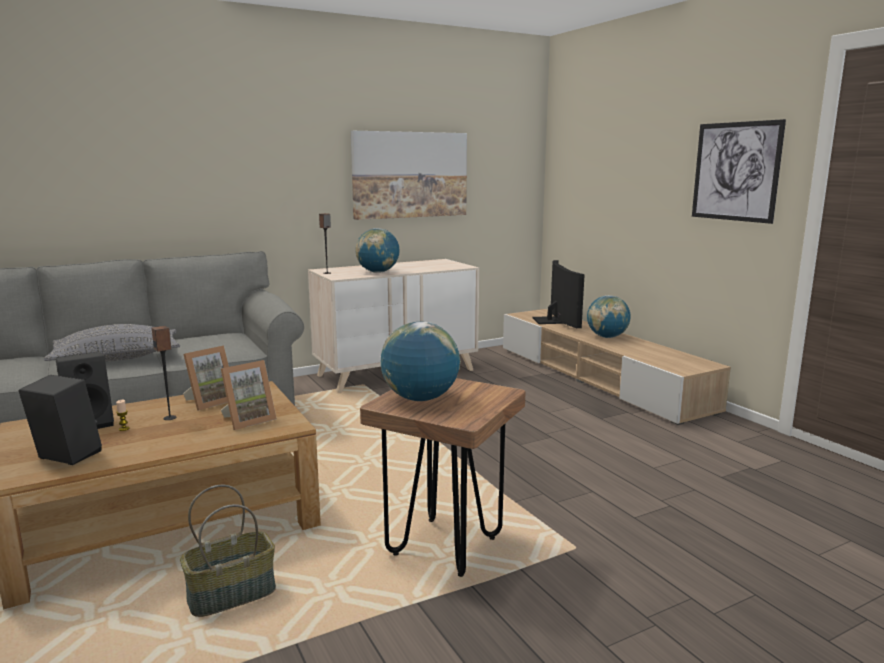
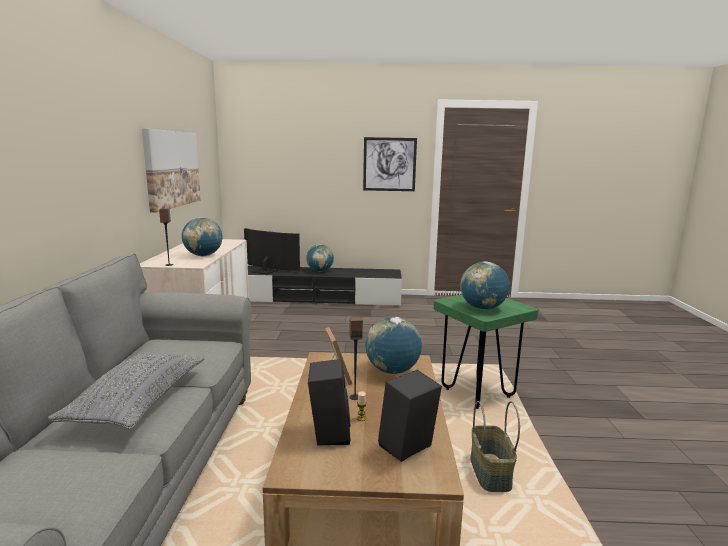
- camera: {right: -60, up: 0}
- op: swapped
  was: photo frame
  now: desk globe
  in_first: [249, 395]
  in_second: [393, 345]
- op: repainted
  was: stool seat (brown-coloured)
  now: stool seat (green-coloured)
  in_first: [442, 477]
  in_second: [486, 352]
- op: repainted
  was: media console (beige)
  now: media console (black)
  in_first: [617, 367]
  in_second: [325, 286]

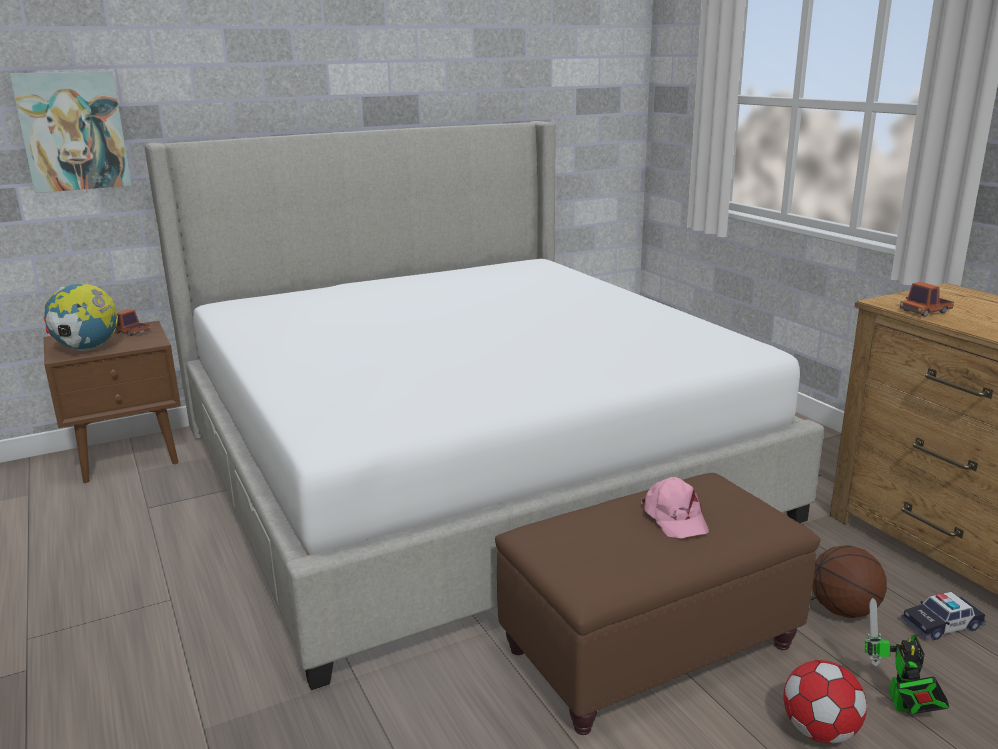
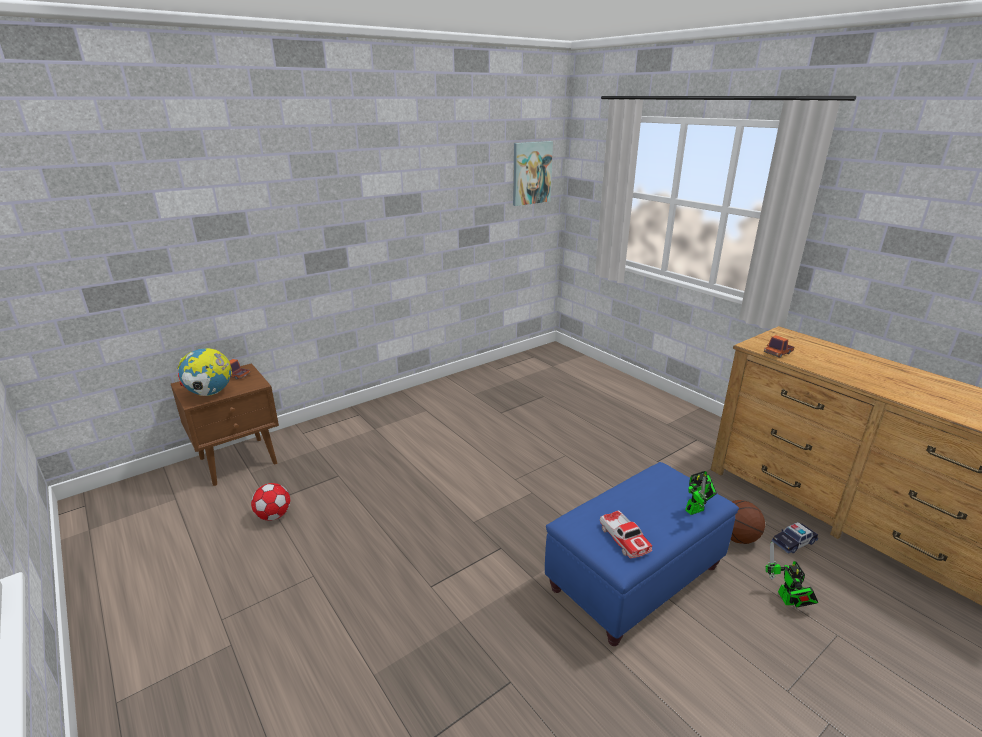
- camera: {right: -10, up: 5}
- op: shifted
  was: wall art
  in_first: [71, 132]
  in_second: [533, 173]
- op: gone
  was: sleeping bed
  in_first: [484, 405]
- op: repainted
  was: pouffe (brown-coloured)
  now: pouffe (bluish)
  in_first: [658, 604]
  in_second: [642, 554]
- op: gone
  was: cap (pinkish)
  in_first: [675, 507]
- op: shifted
  was: football ball
  in_first: [825, 701]
  in_second: [270, 502]
- op: new
  now: model car
  in_second: [626, 534]
- op: new
  now: model robot
  in_second: [701, 493]

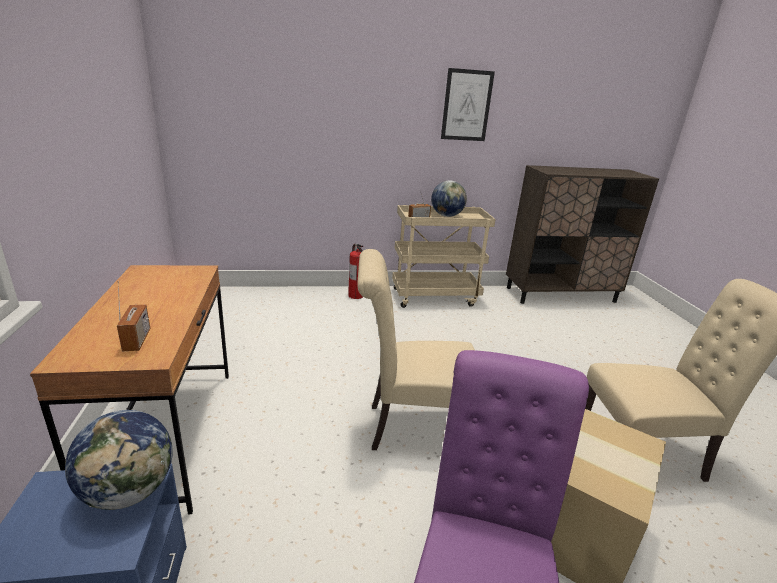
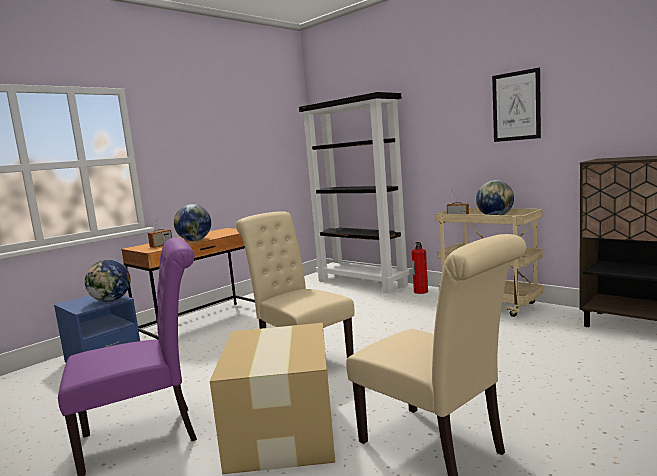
- camera: {right: 55, up: -15}
- op: new
  now: desk globe
  in_second: [192, 222]
- op: new
  now: bookcase (black)
  in_second: [354, 192]

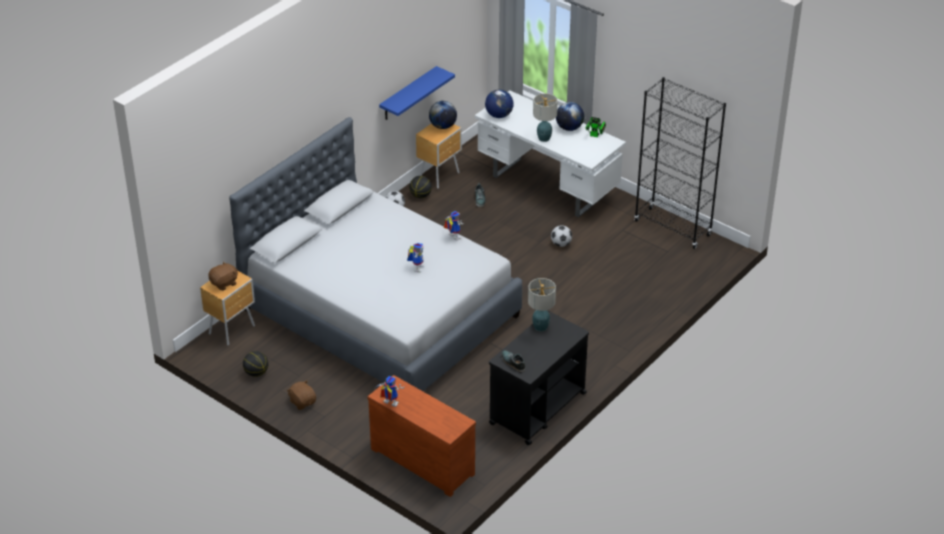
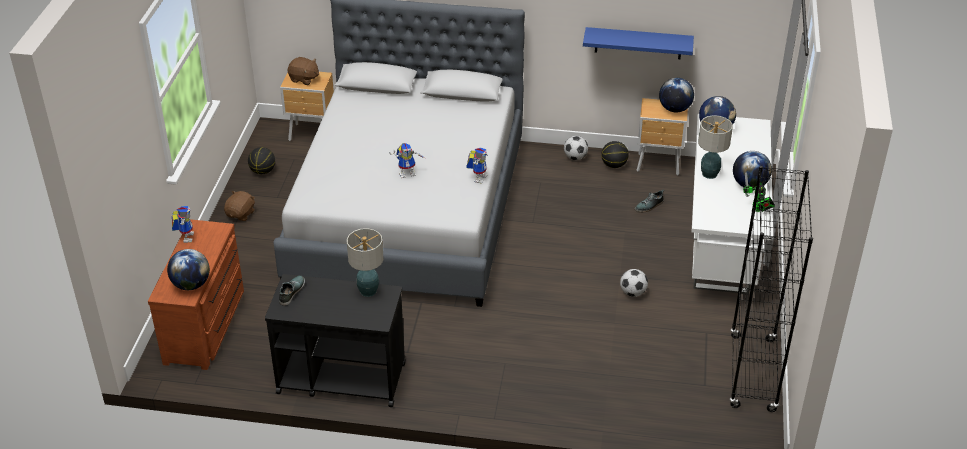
- camera: {right: 60, up: 0}
- op: new
  now: desk globe
  in_second: [188, 269]

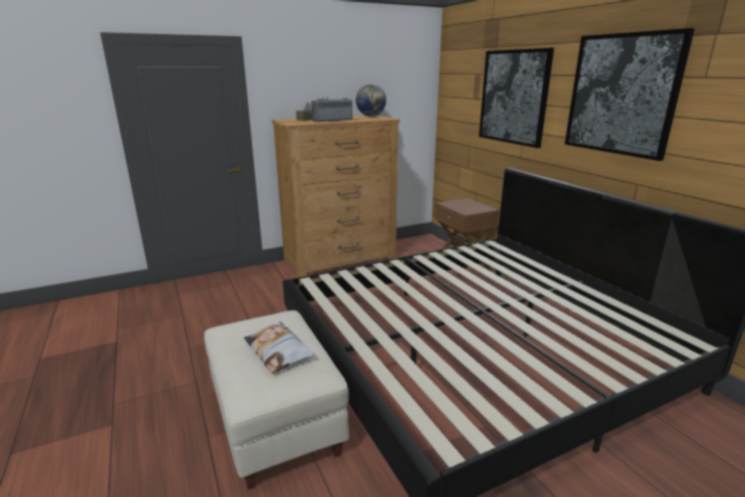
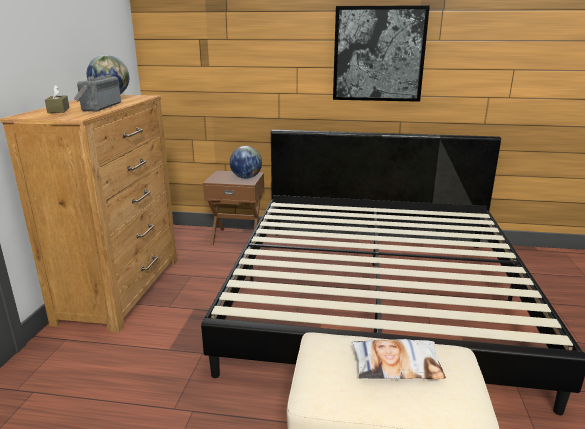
- camera: {right: -55, up: 0}
- op: gone
  was: wall art
  in_first: [516, 98]
- op: new
  now: desk globe
  in_second: [246, 162]

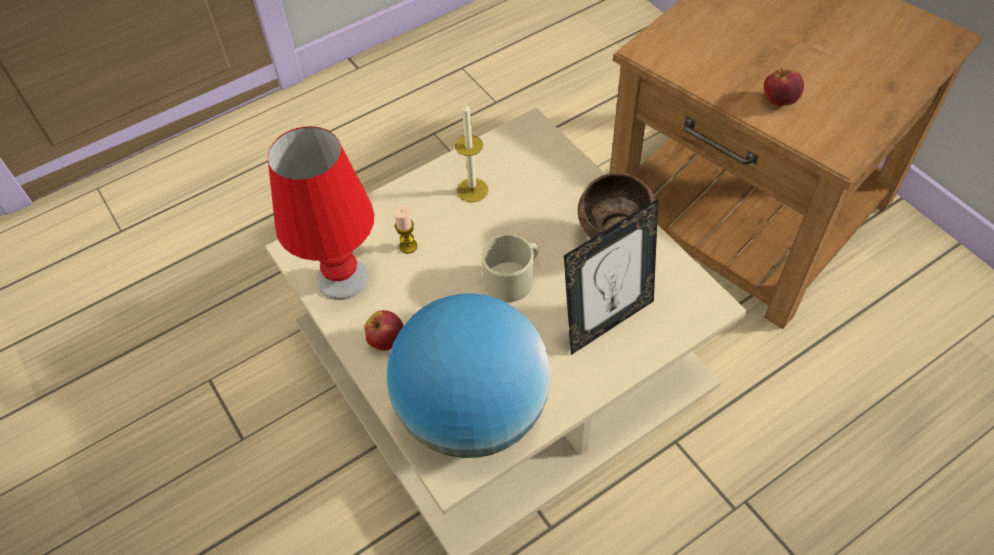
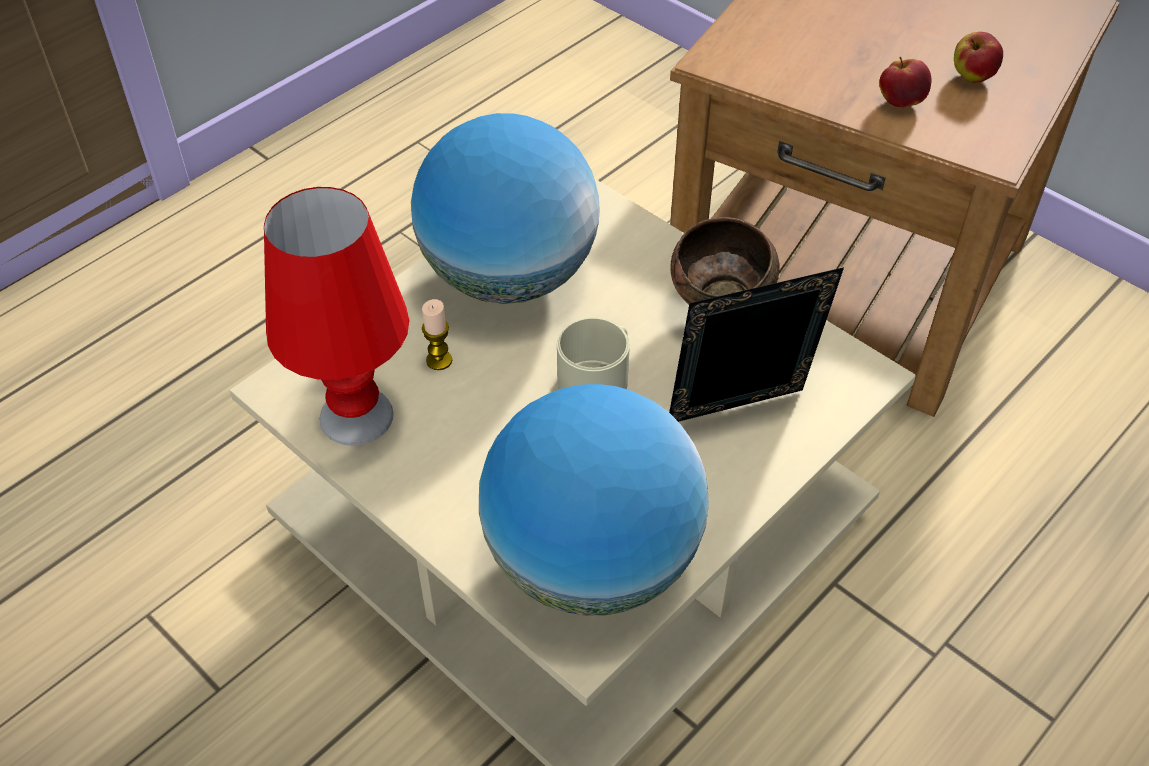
- camera: {right: -15, up: -5}
- op: shifted
  was: apple
  in_first: [383, 330]
  in_second: [978, 57]
- op: swapped
  was: wax candle
  now: desk globe
  in_first: [472, 152]
  in_second: [505, 208]
- op: rotated
  was: photo frame
  in_first: [611, 277]
  in_second: [756, 344]
  clockwise: -150

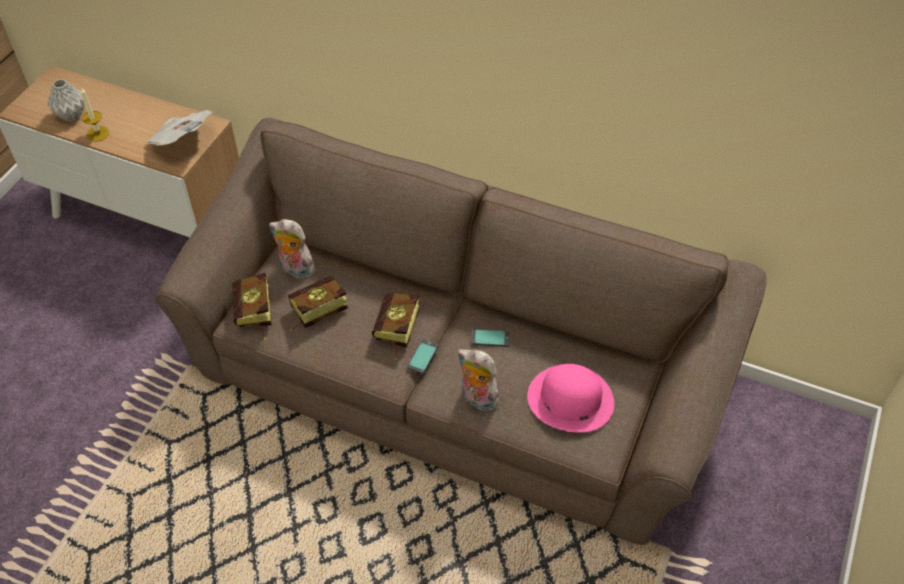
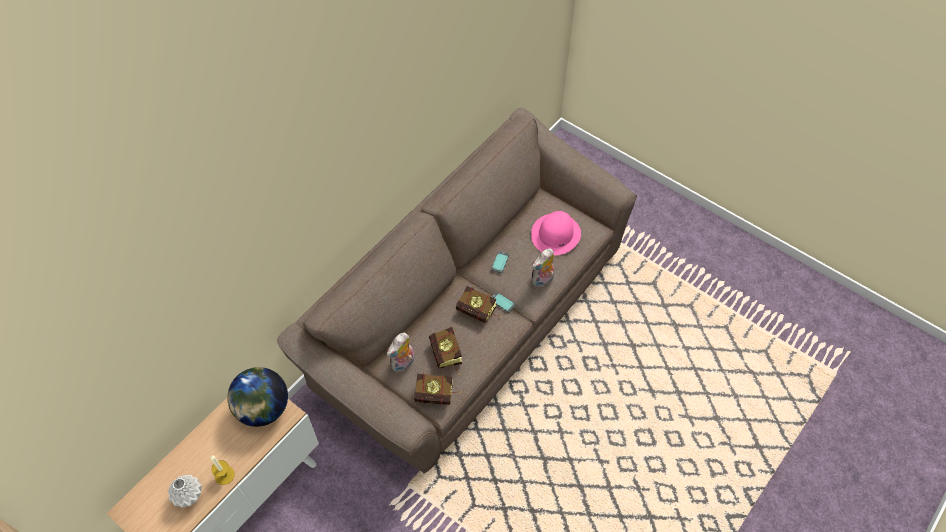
- camera: {right: -75, up: 5}
- op: swapped
  was: newspaper
  now: desk globe
  in_first: [179, 128]
  in_second: [257, 397]

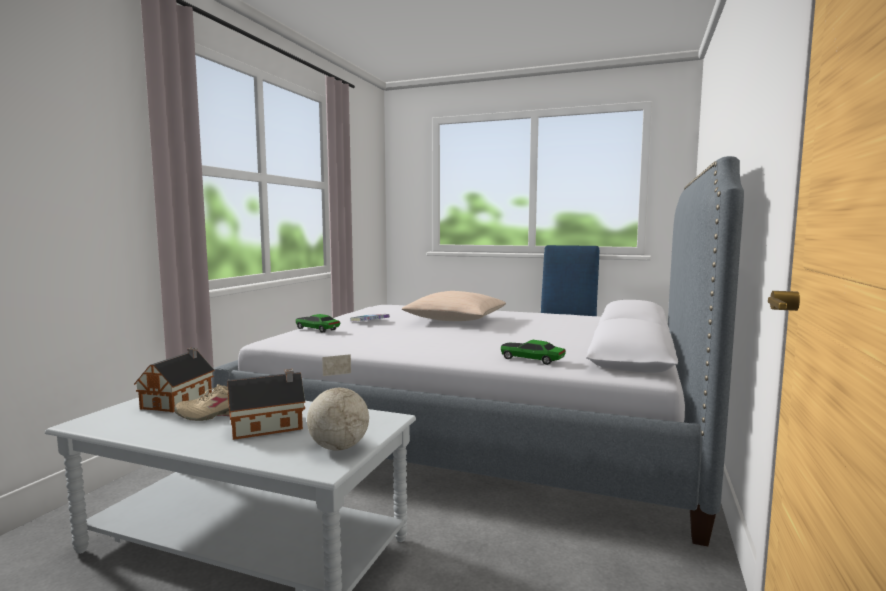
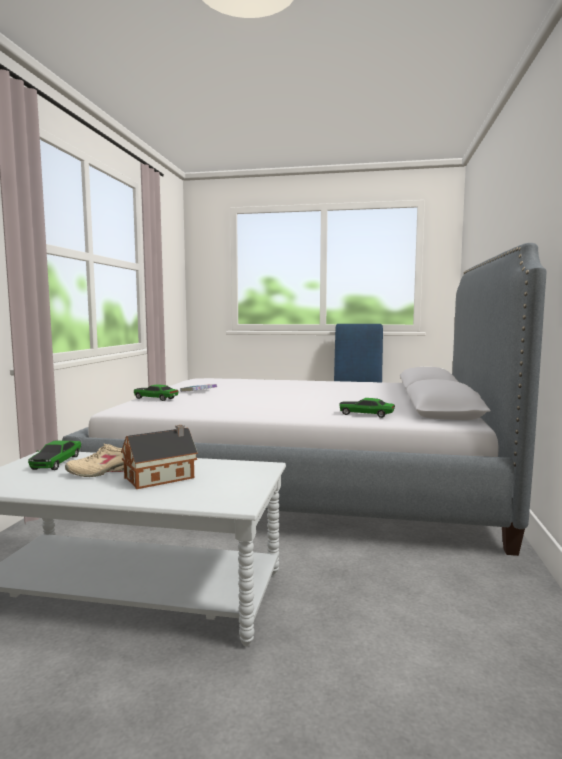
- camera: {right: -10, up: 0}
- op: swapped
  was: miniature house
  now: model car
  in_first: [174, 380]
  in_second: [54, 455]
- op: gone
  was: desk globe
  in_first: [338, 402]
- op: gone
  was: cushion (beige)
  in_first: [454, 306]

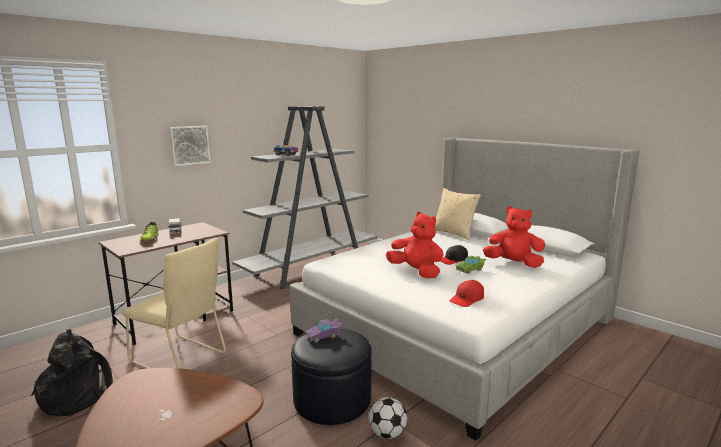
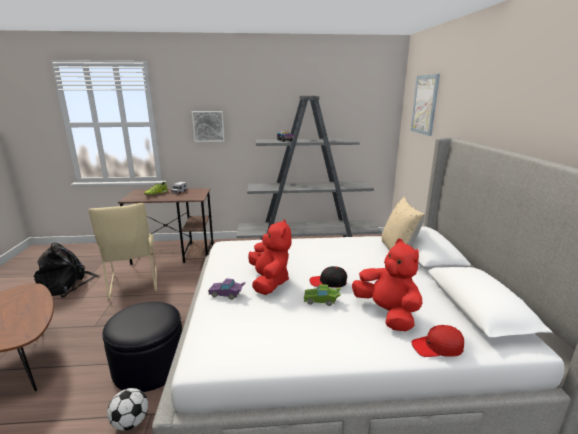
- camera: {right: 40, up: 5}
- op: shifted
  was: model car (purplish)
  in_first: [324, 331]
  in_second: [227, 289]
- op: shifted
  was: cap (red-coloured)
  in_first: [466, 293]
  in_second: [437, 341]
- op: new
  now: wall art
  in_second: [425, 105]

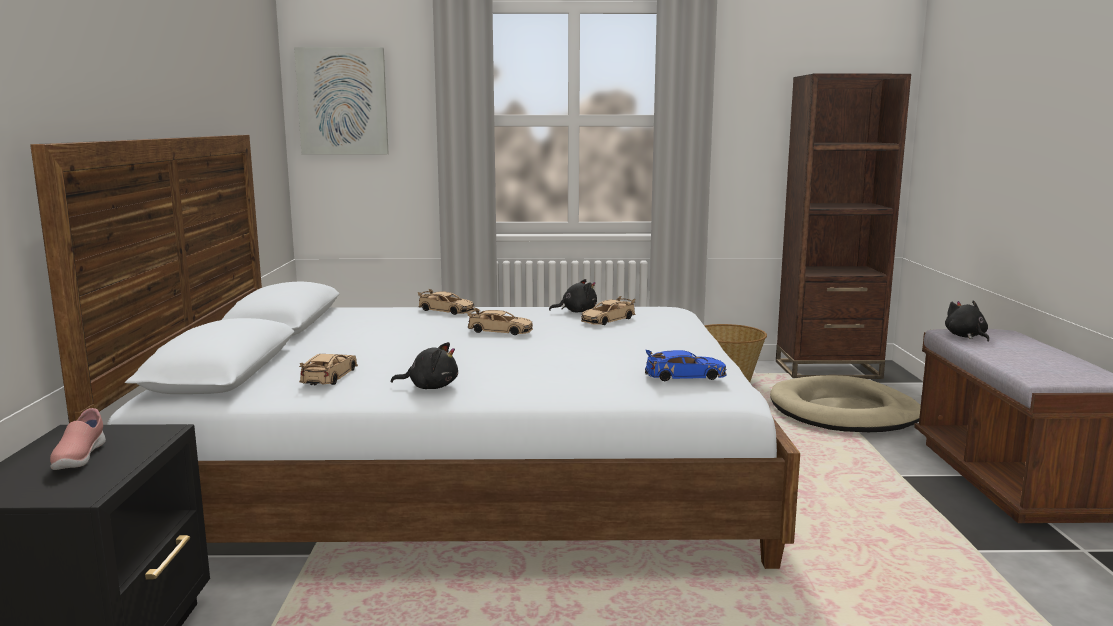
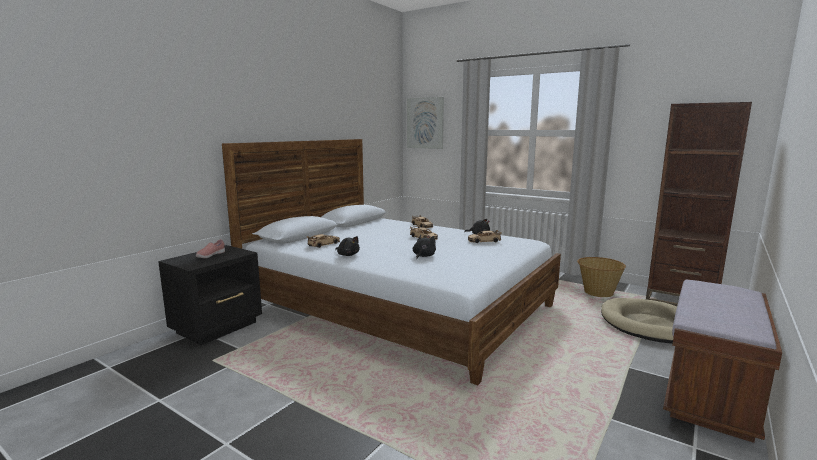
- camera: {right: 35, up: 0}
- op: gone
  was: model car (bluish)
  in_first: [686, 365]
- op: shifted
  was: plush toy (black)
  in_first: [967, 321]
  in_second: [424, 247]

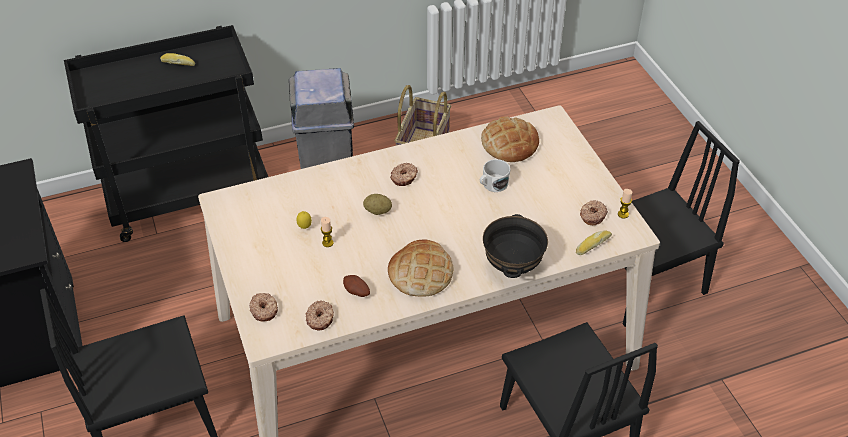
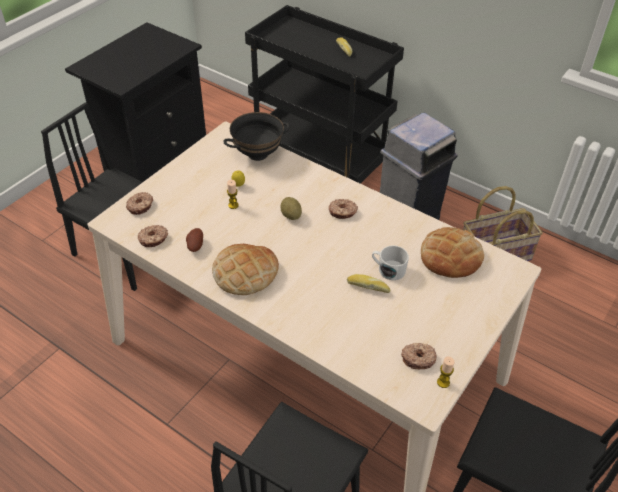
- camera: {right: 55, up: 0}
- op: shifted
  was: bowl (black)
  in_first: [515, 246]
  in_second: [256, 136]
- op: shifted
  was: bakery bread
  in_first: [594, 242]
  in_second: [368, 283]

